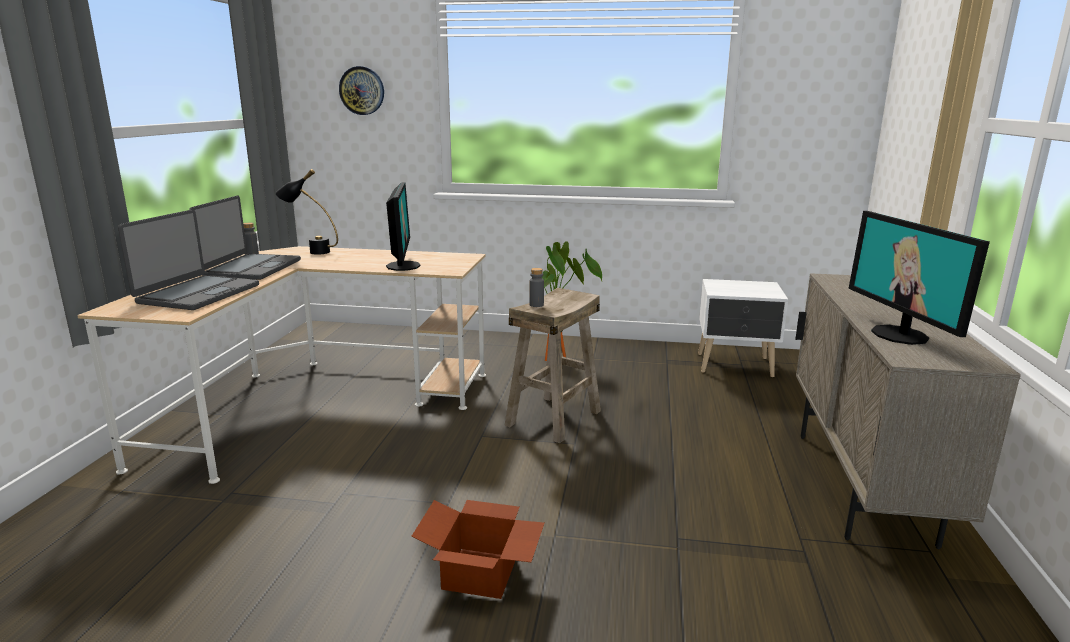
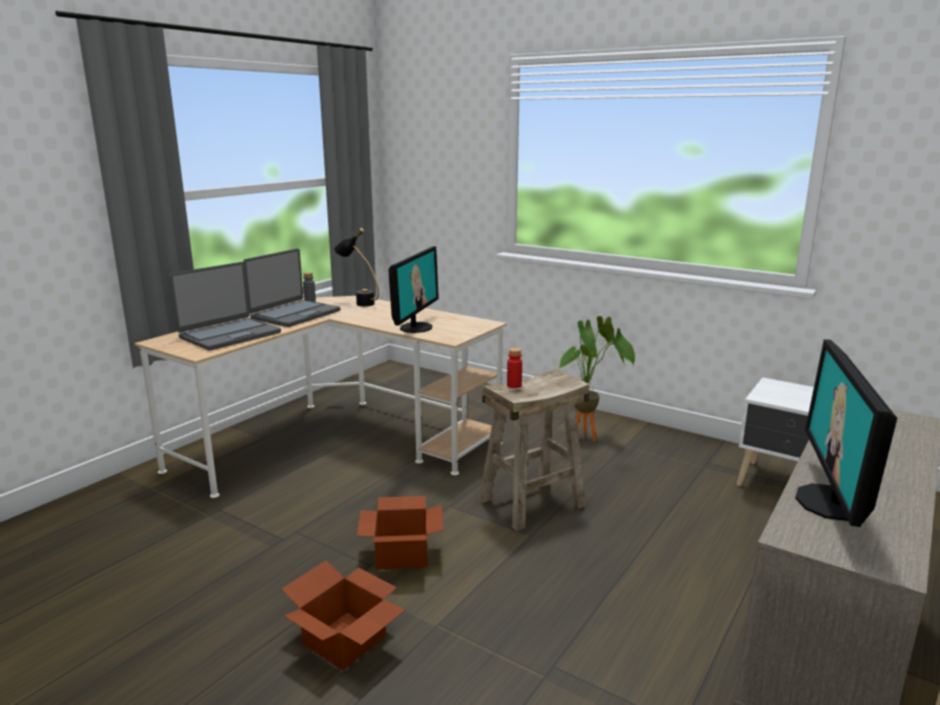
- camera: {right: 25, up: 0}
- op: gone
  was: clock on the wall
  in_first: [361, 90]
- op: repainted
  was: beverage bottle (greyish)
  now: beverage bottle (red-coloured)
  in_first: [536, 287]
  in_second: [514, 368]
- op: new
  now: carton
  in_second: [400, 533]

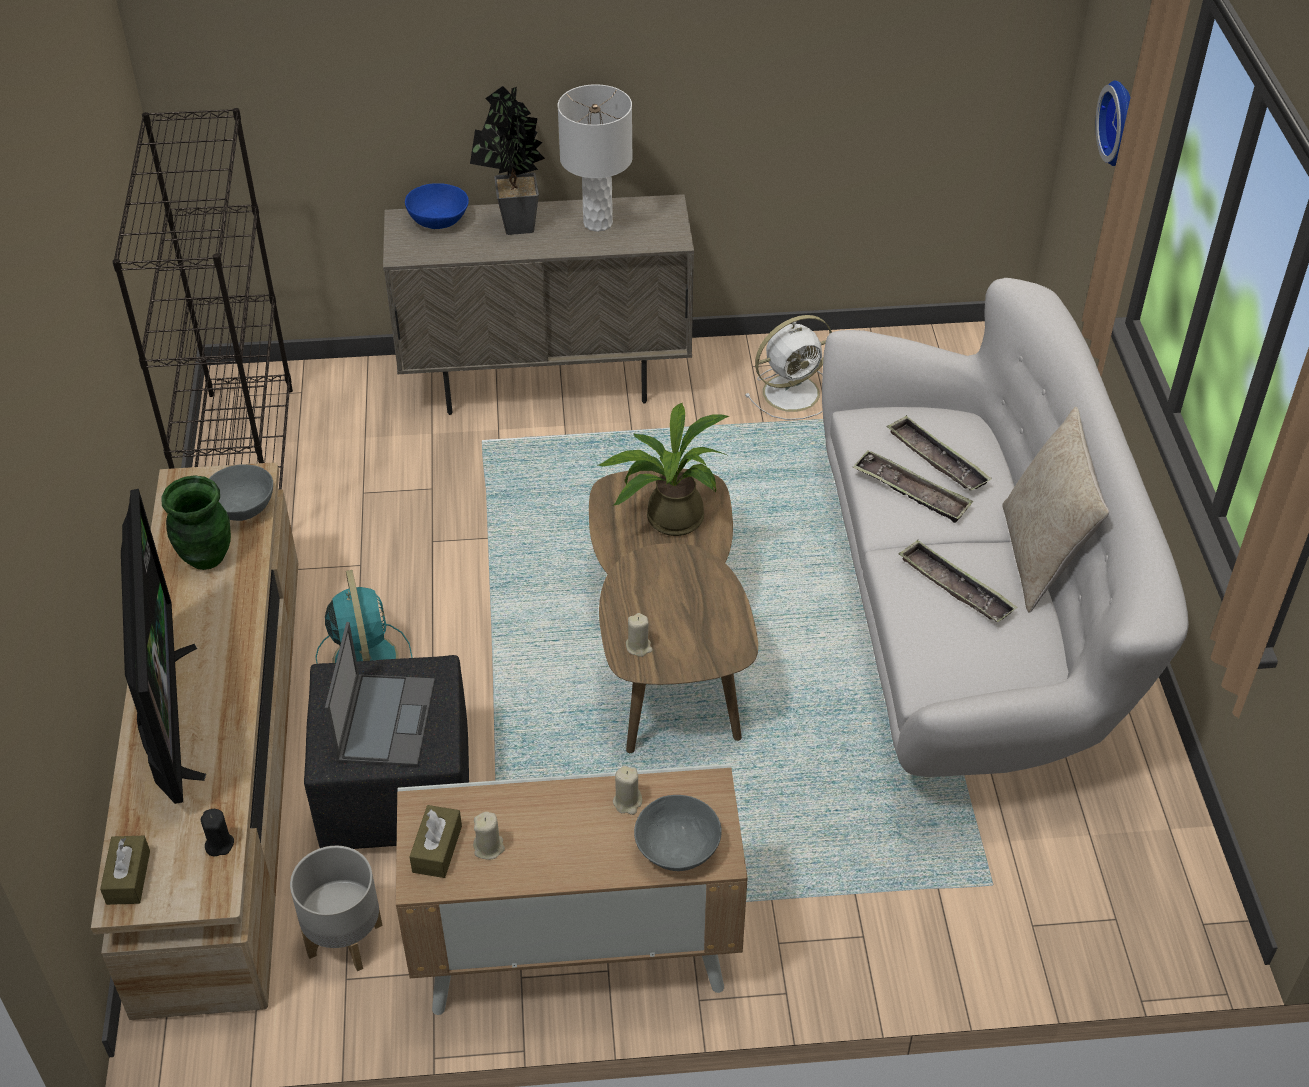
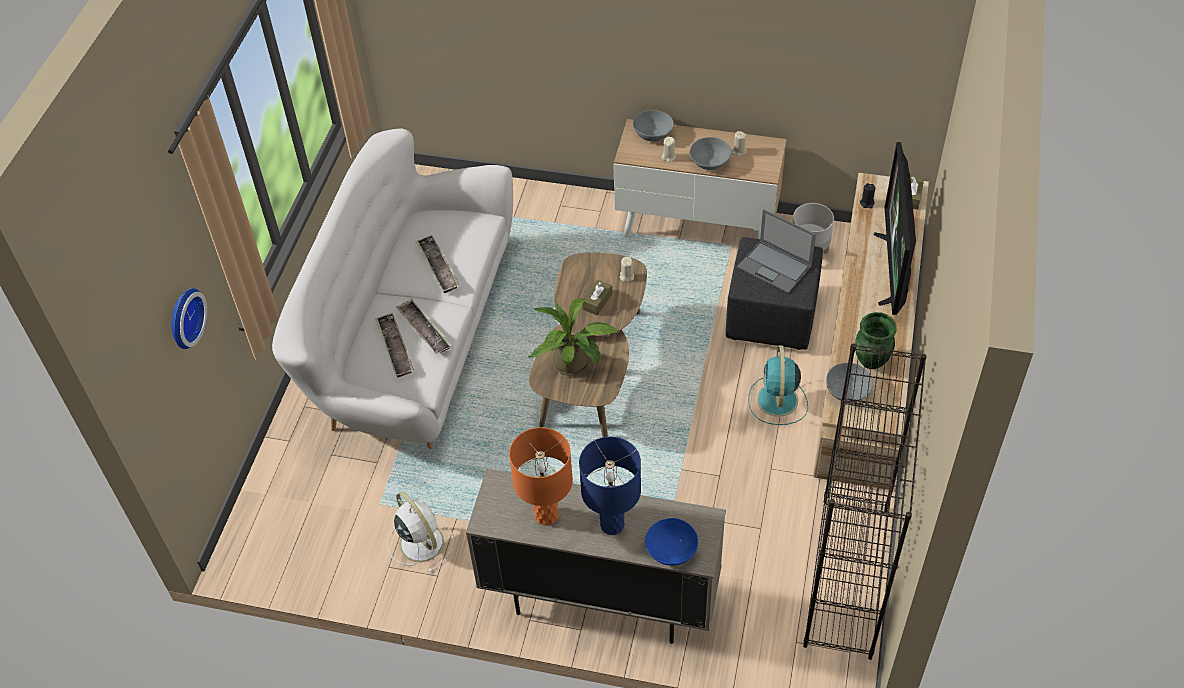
- camera: {right: -160, up: 5}
- op: rotated
  was: portable computer
  in_first: [380, 694]
  in_second: [776, 251]
  clockwise: -75
- op: shifted
  was: tissue box (brown-coloured)
  in_first: [436, 841]
  in_second: [597, 297]
- op: swapped
  was: potted plant
  now: tabletop lamp (bluish)
  in_first: [507, 160]
  in_second: [610, 486]
- op: repainted
  was: tabletop lamp (white-coloured)
  now: tabletop lamp (orange)
  in_first: [595, 158]
  in_second: [541, 476]
- op: rotated
  was: cooling fan (white-coloured)
  in_first: [788, 367]
  in_second: [420, 532]
  clockwise: 60
- op: gone
  was: cushion (beige)
  in_first: [1055, 510]
- op: new
  now: bowl (greyish)
  in_second: [710, 153]

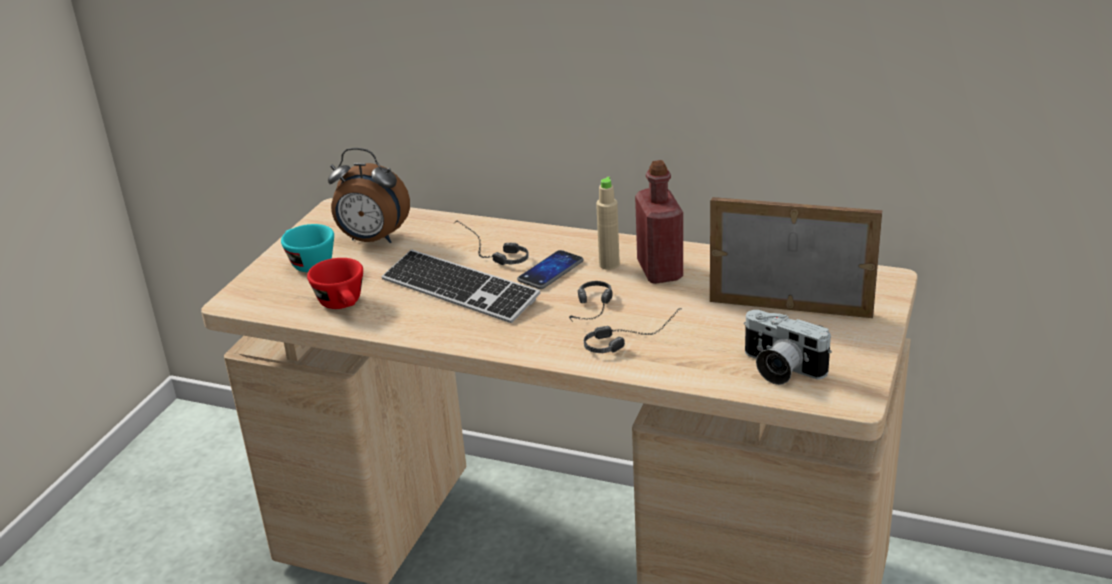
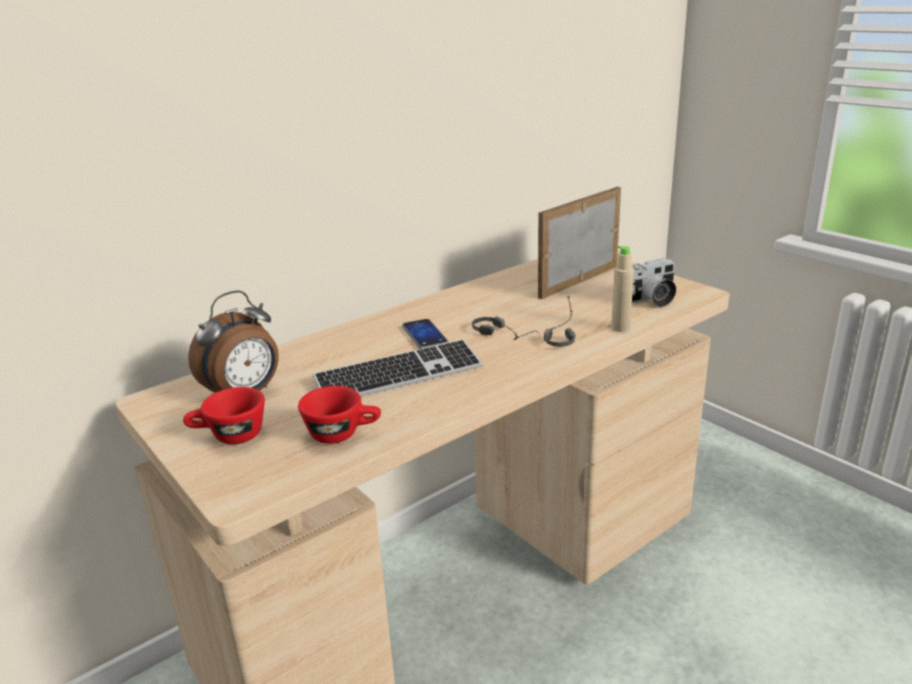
- camera: {right: -60, up: -5}
- op: repainted
  was: cup (blue-green)
  now: cup (red-coloured)
  in_first: [307, 248]
  in_second: [224, 415]
- op: gone
  was: pair of headphones
  in_first: [491, 242]
- op: shifted
  was: beverage bottle (beige)
  in_first: [608, 223]
  in_second: [622, 289]
- op: gone
  was: beverage bottle (red-coloured)
  in_first: [659, 222]

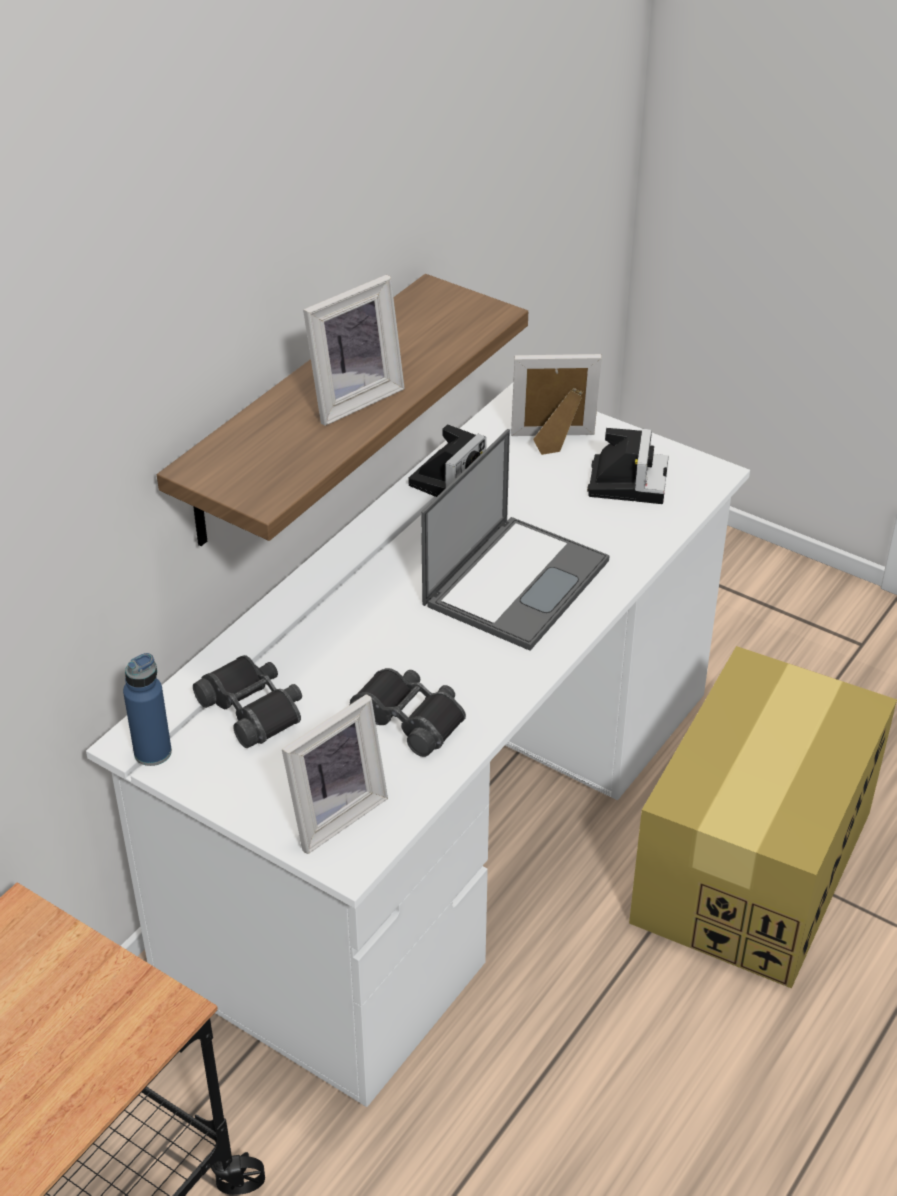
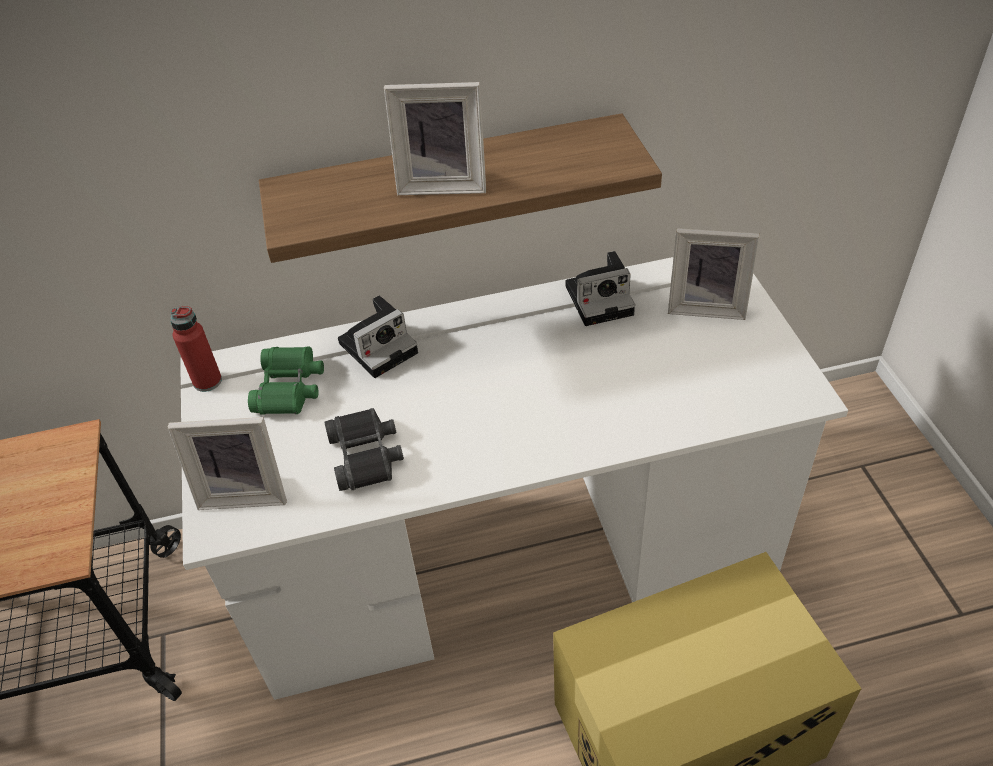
- camera: {right: 45, up: 5}
- op: repainted
  was: beverage bottle (bluish)
  now: beverage bottle (red-coloured)
  in_first: [147, 709]
  in_second: [196, 349]
- op: repainted
  was: binoculars (black)
  now: binoculars (green-coloured)
  in_first: [247, 701]
  in_second: [286, 381]
- op: gone
  was: portable computer
  in_first: [515, 540]
- op: rotated
  was: photo frame
  in_first: [556, 404]
  in_second: [713, 274]
  clockwise: 150
- op: shifted
  was: still camera
  in_first: [628, 466]
  in_second: [378, 337]

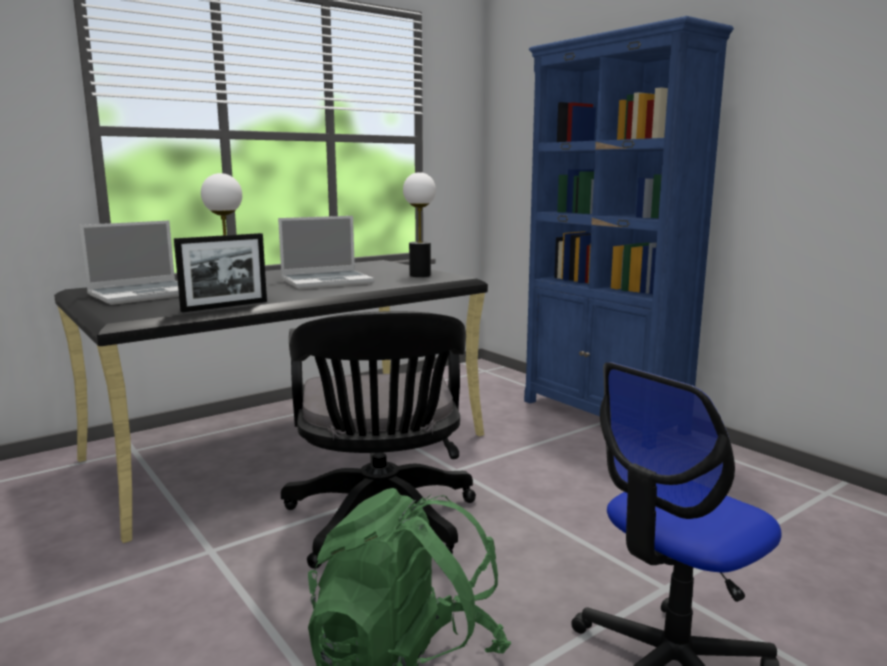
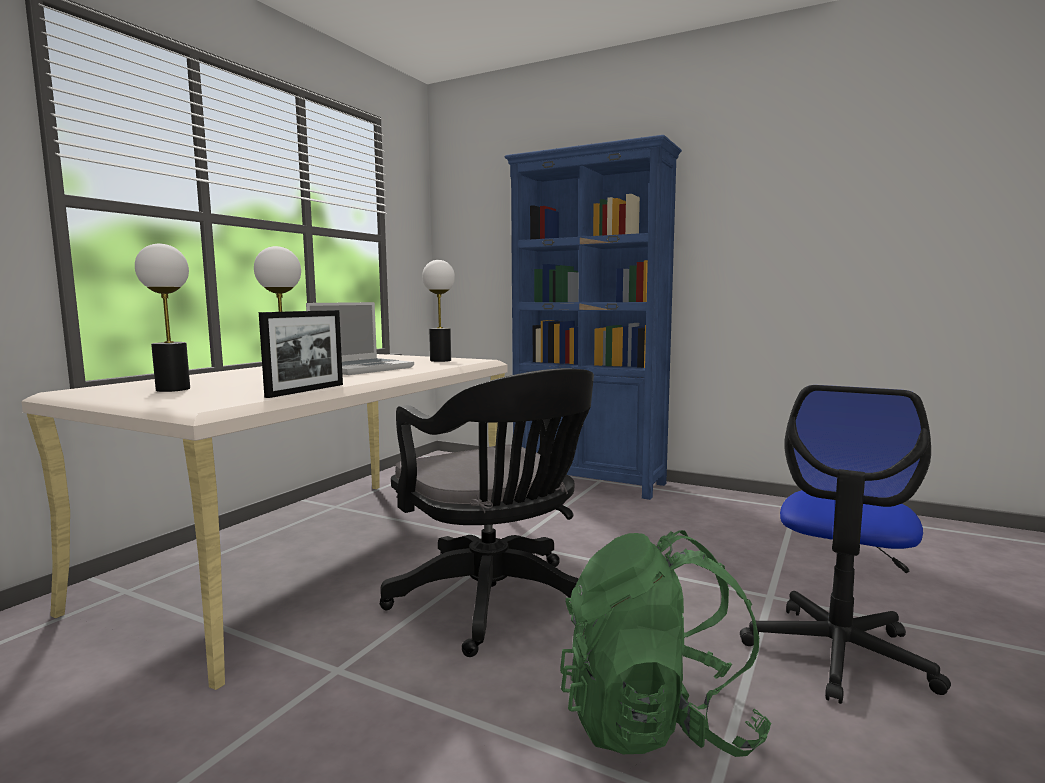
- camera: {right: -25, up: -5}
- op: repainted
  was: desk (black)
  now: desk (beige)
  in_first: [271, 401]
  in_second: [264, 522]
- op: swapped
  was: portable computer
  now: tabletop lamp
  in_first: [129, 262]
  in_second: [162, 318]

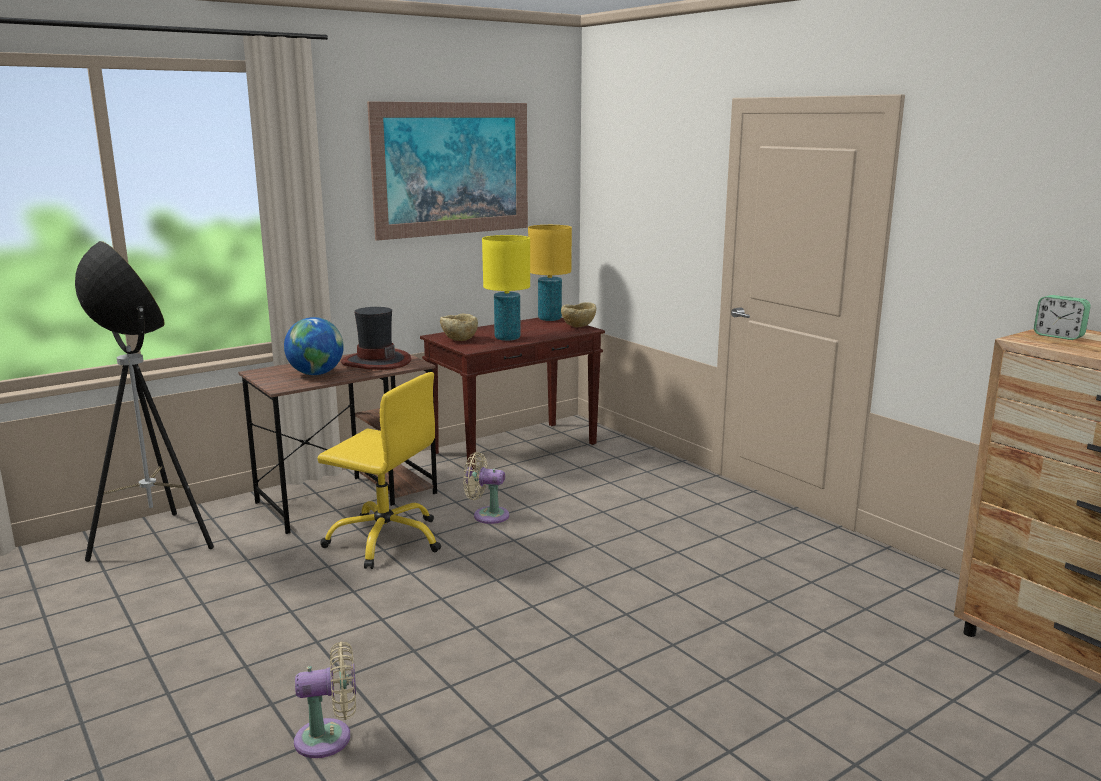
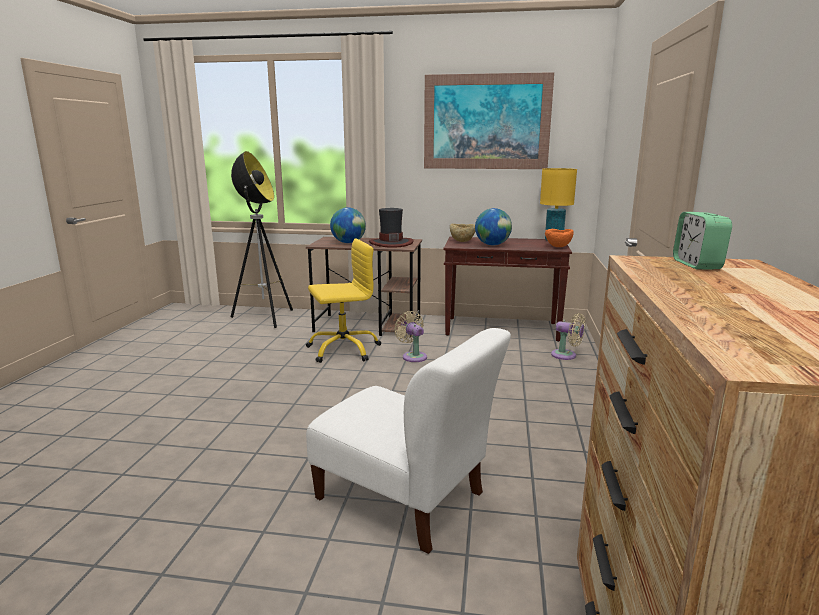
- camera: {right: 45, up: 0}
- op: shifted
  was: cooling fan (beige)
  in_first: [325, 699]
  in_second: [568, 336]
- op: rotated
  was: computer chair (yellowish)
  in_first: [379, 470]
  in_second: [343, 300]
  clockwise: -90
- op: swapped
  was: tabletop lamp (yellowish)
  now: desk globe
  in_first: [506, 288]
  in_second: [493, 226]
- op: repainted
  was: bowl (beige)
  now: bowl (orange)
  in_first: [578, 315]
  in_second: [559, 238]
- op: new
  now: upright chair (white-coloured)
  in_second: [408, 441]

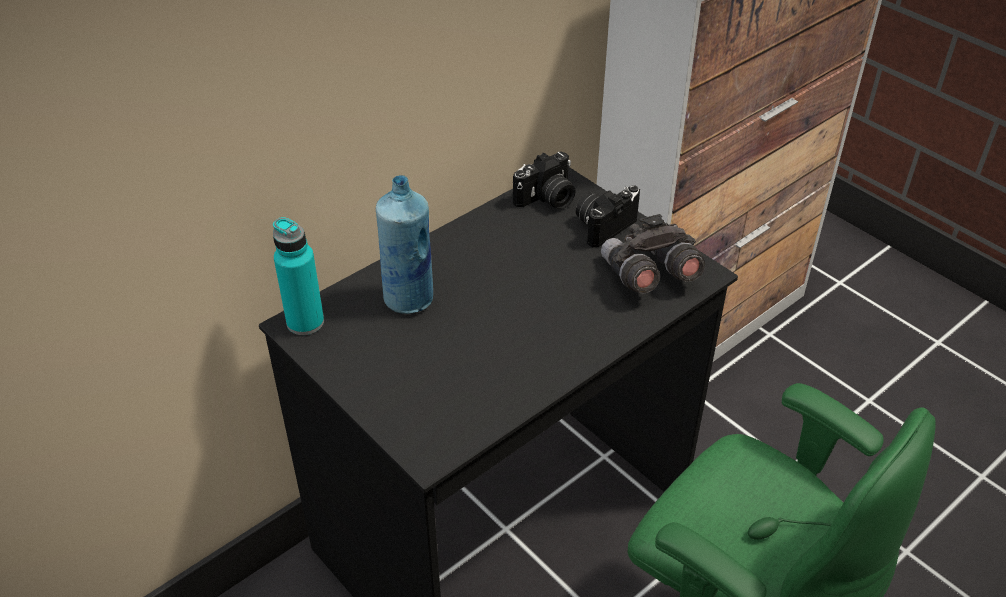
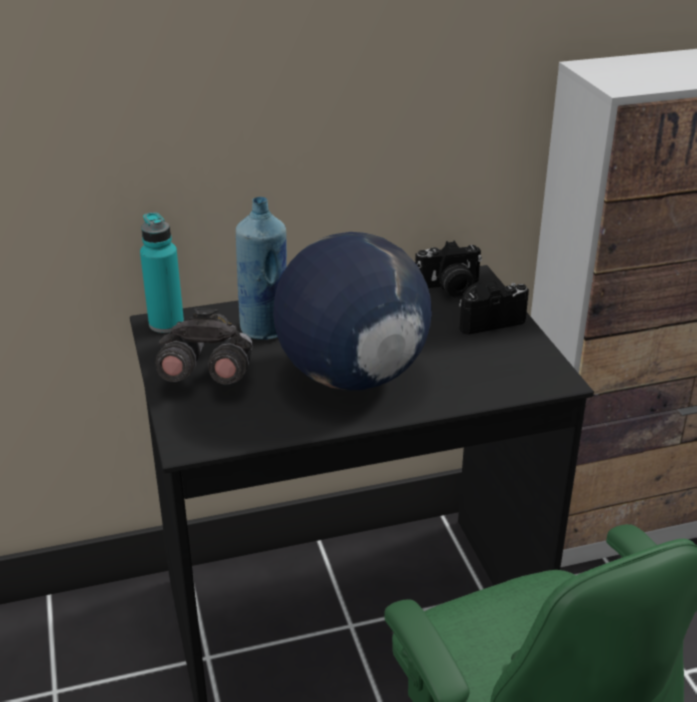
- camera: {right: 25, up: -10}
- op: shifted
  was: binoculars (greyish)
  in_first: [653, 254]
  in_second: [204, 346]
- op: new
  now: desk globe
  in_second: [352, 311]

